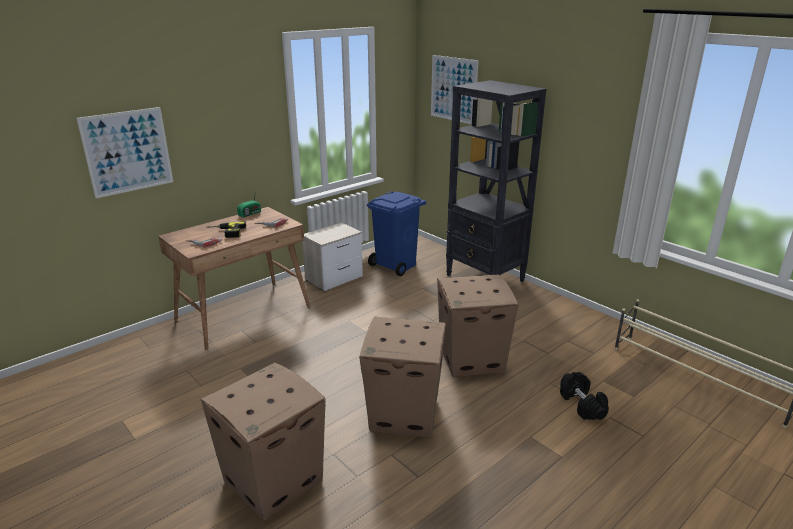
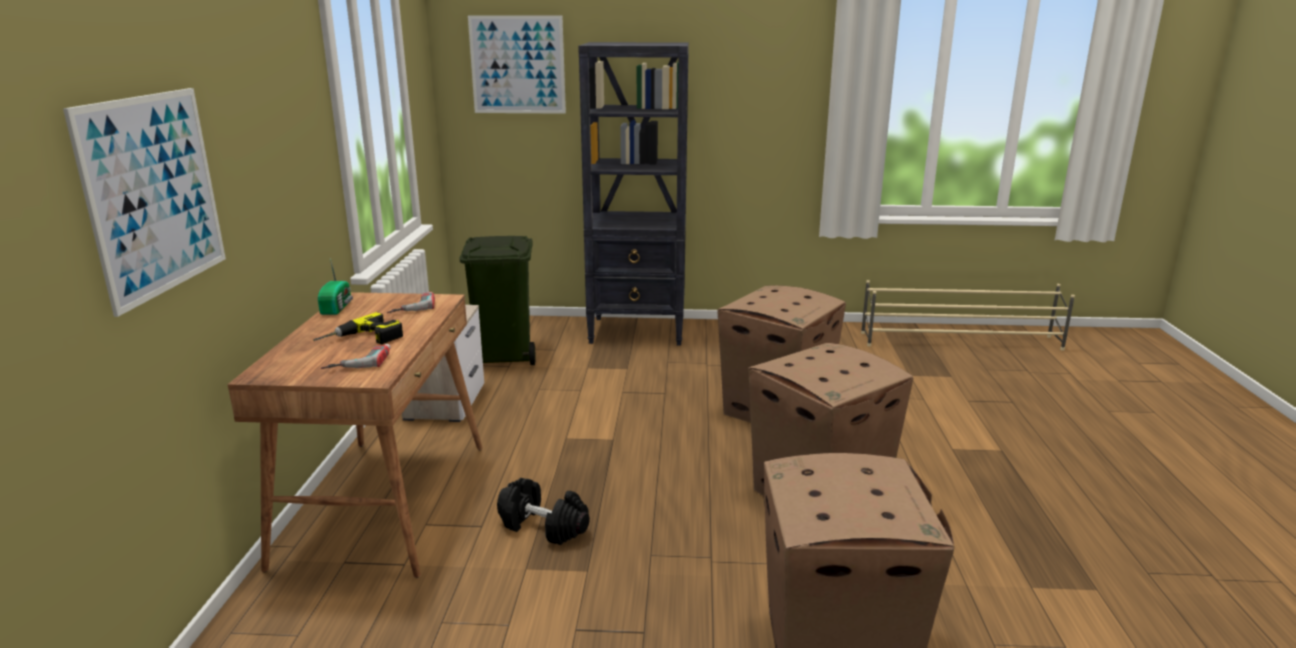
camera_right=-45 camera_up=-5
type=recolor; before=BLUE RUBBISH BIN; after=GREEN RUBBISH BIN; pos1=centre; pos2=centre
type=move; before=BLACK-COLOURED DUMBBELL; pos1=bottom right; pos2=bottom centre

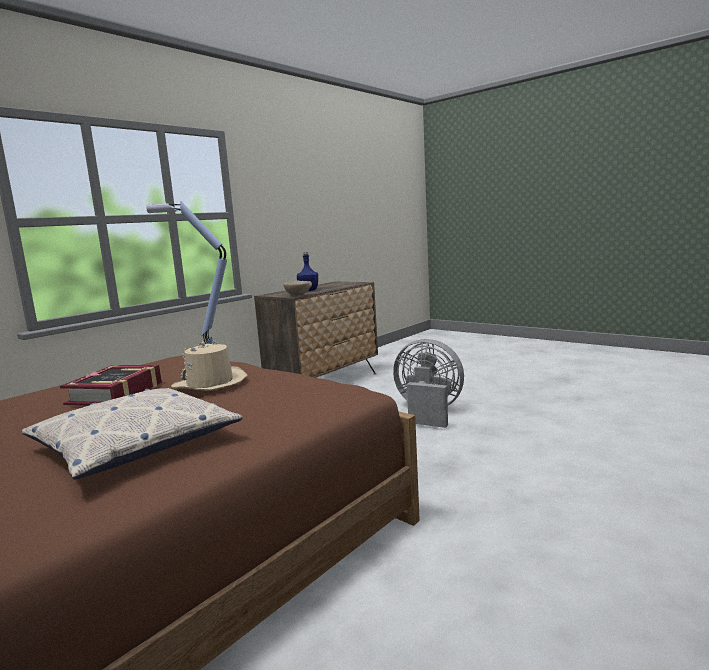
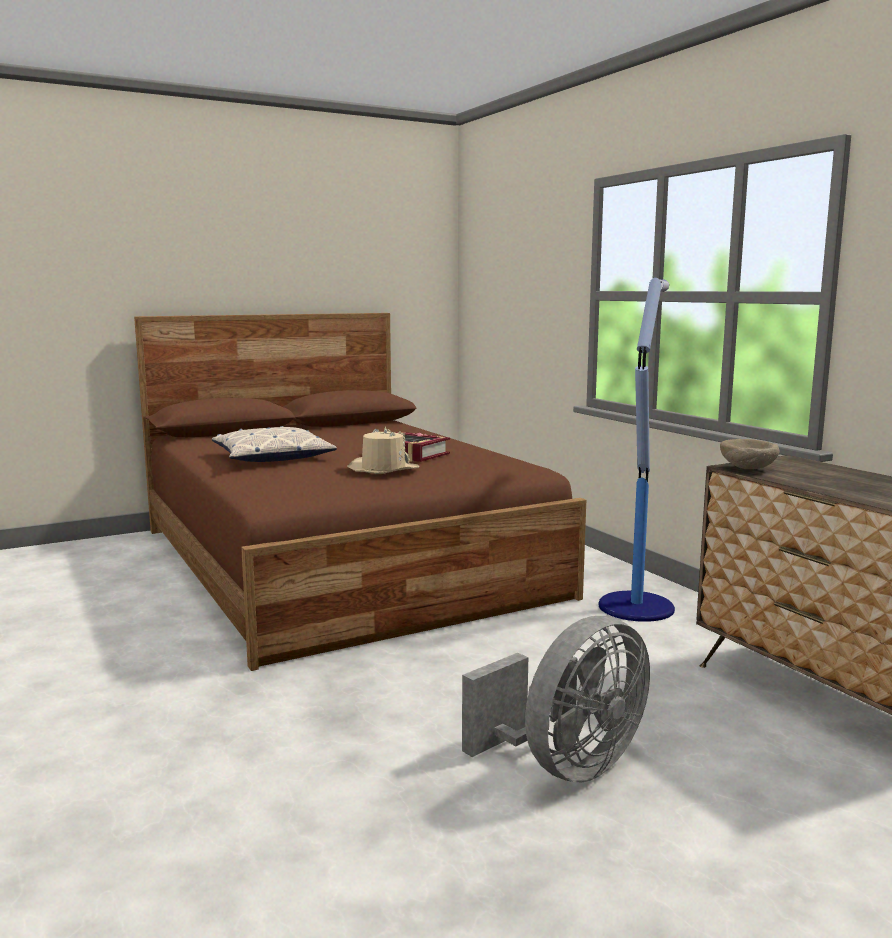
camera_right=110 camera_up=0
type=delete; before=BLUE BOTTLE; pos1=centre

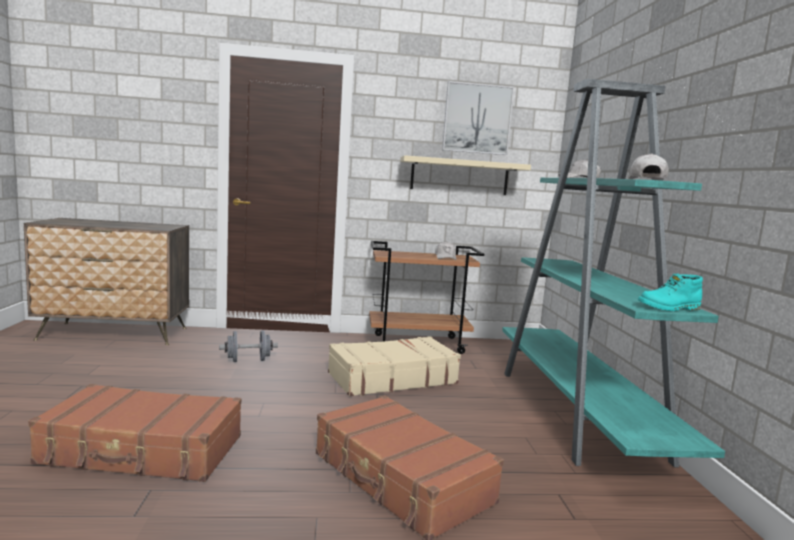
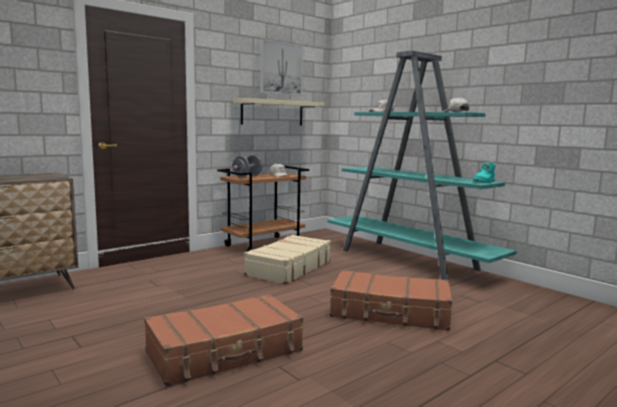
camera_right=-35 camera_up=0
type=move; before=GRAY DUMBBELL; pos1=middle left; pos2=centre

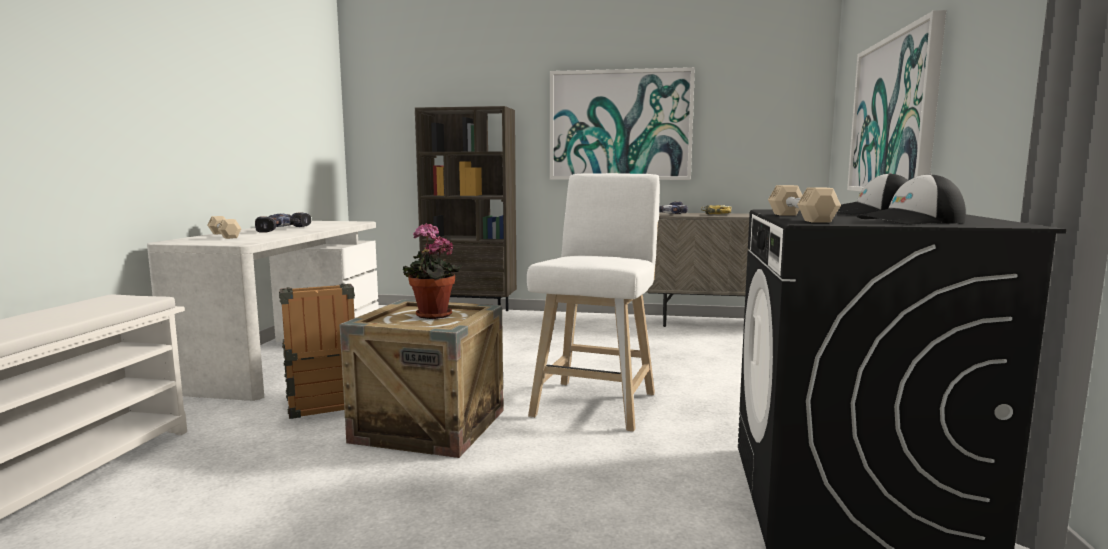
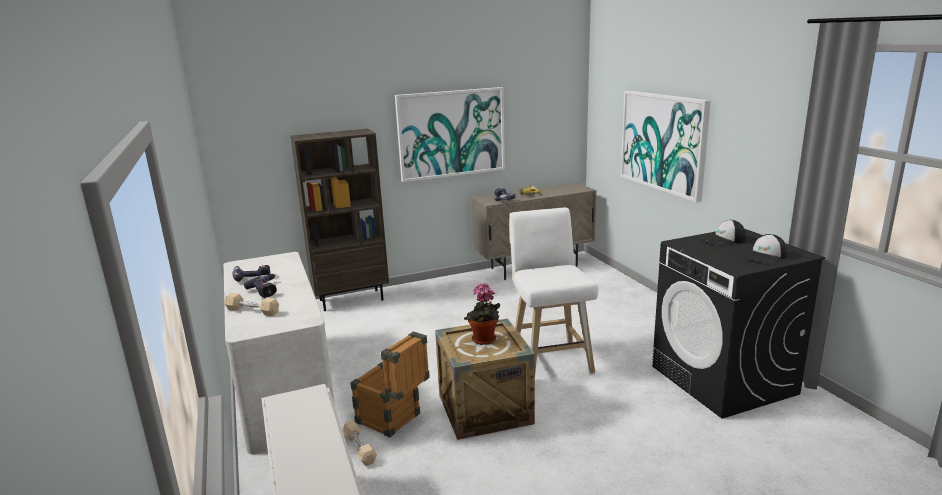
camera_right=-30 camera_up=10
type=move; before=BEIGE DUMBBELL (2nd from left); pos1=middle right; pos2=bottom centre

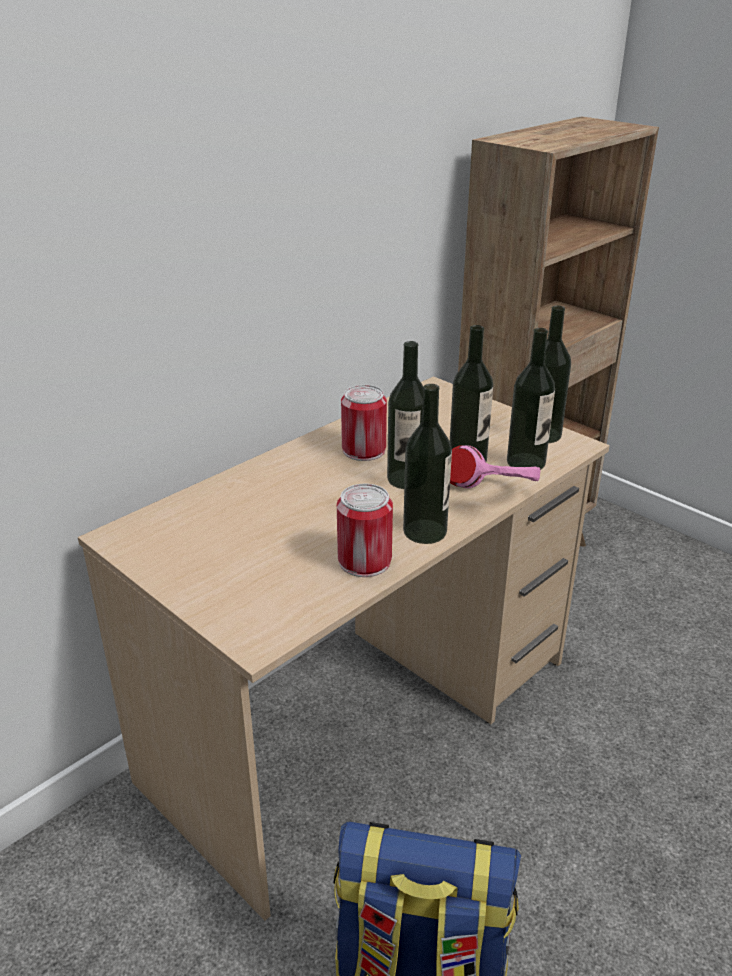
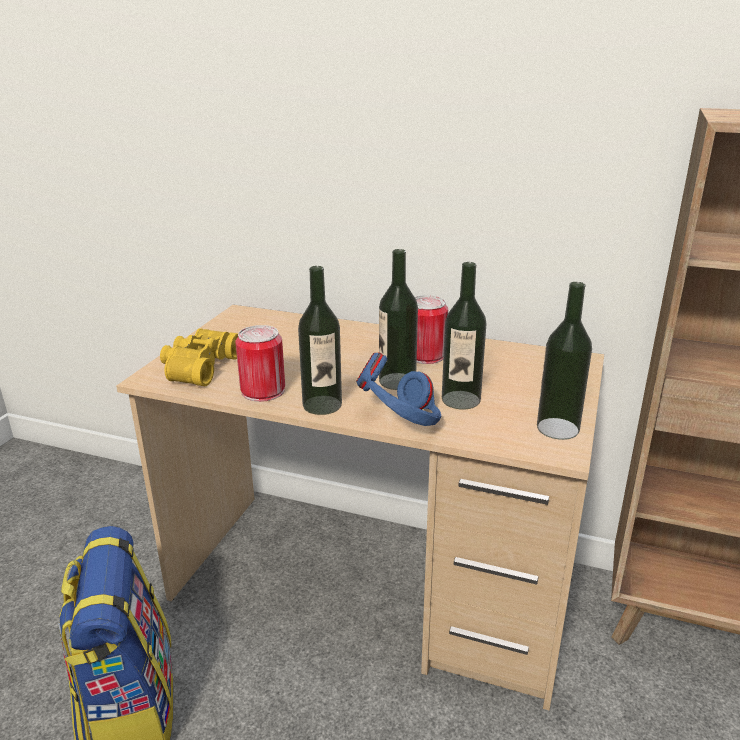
camera_right=65 camera_up=-5
type=recolor; before=PINK HEADPHONES; after=BLUE HEADPHONES; pos1=middle right; pos2=centre
type=delete; before=BOTTLE (4th from left); pos1=middle right
type=insert; after=YELLOWISH BINOCULARS; pos2=middle left

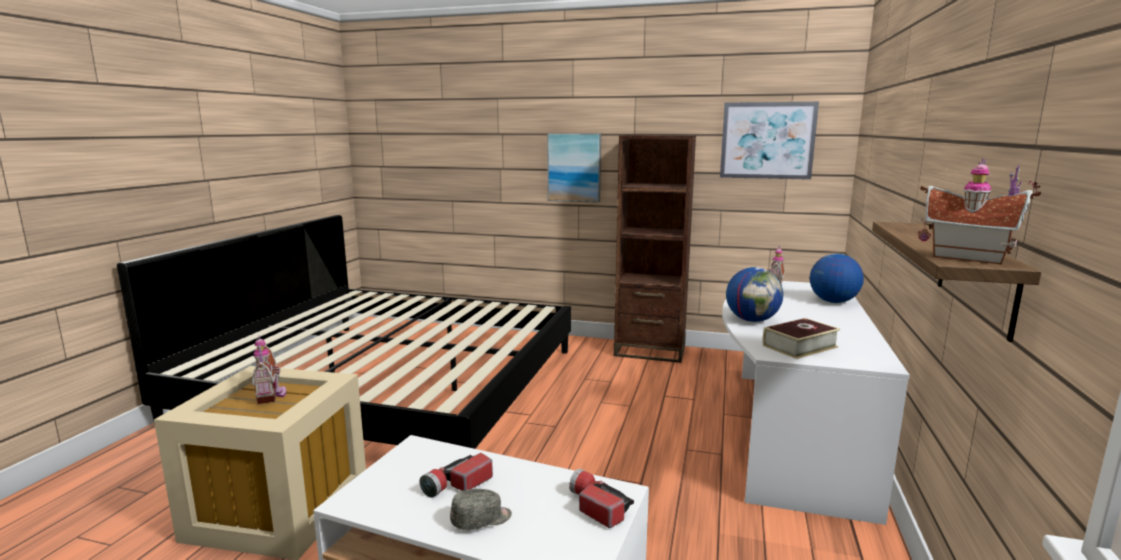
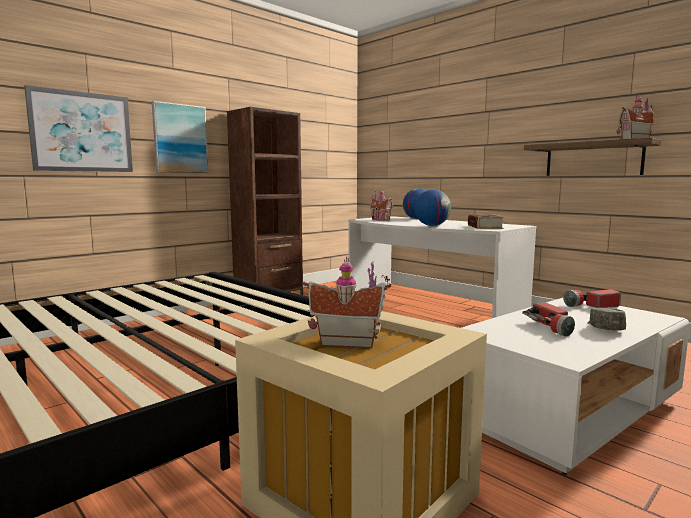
camera_right=-60 camera_up=-5
type=move; before=WALL PICTURE (2nd from left in the first image); after=WALL PICTURE (1st from left); pos1=top right; pos2=top left

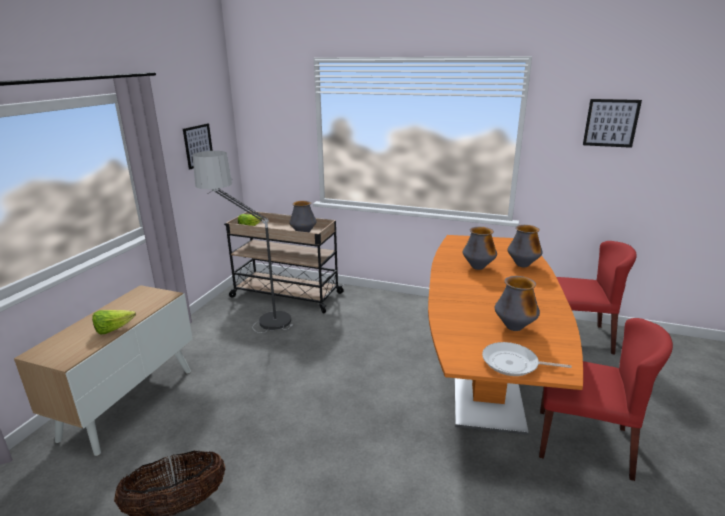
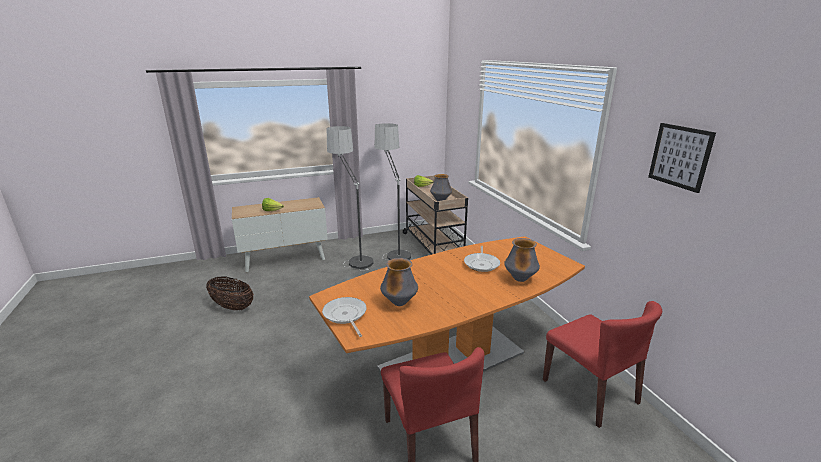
camera_right=50 camera_up=0
type=delete; before=WALL PICTURE (1st from left); pos1=top left
type=replace; before=VASE (2nd from left); after=SKILLET (2nd from left); pos1=centre; pos2=centre
type=insert; after=STANDING LAMP (1st from left); pos2=centre

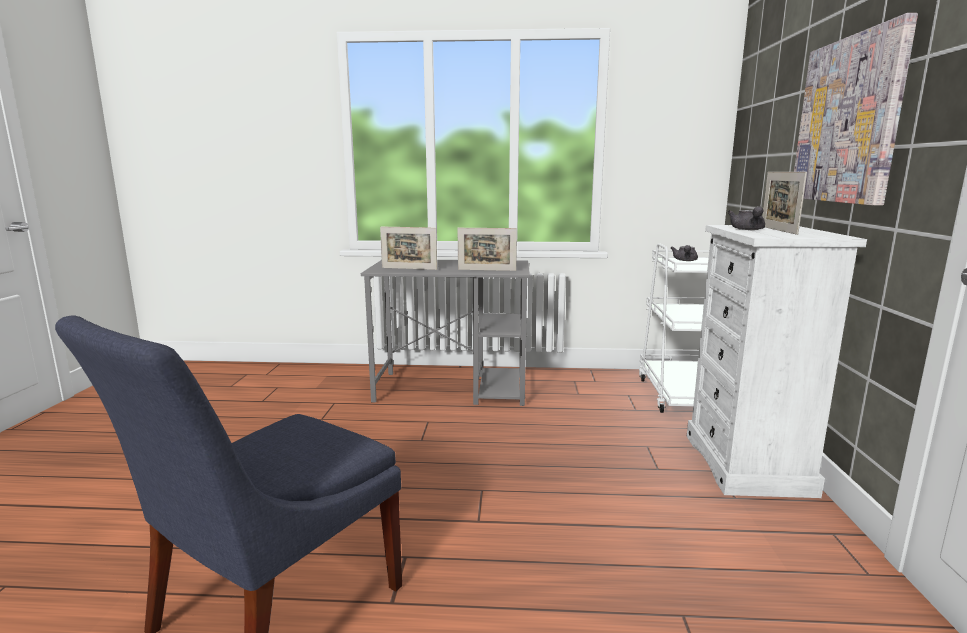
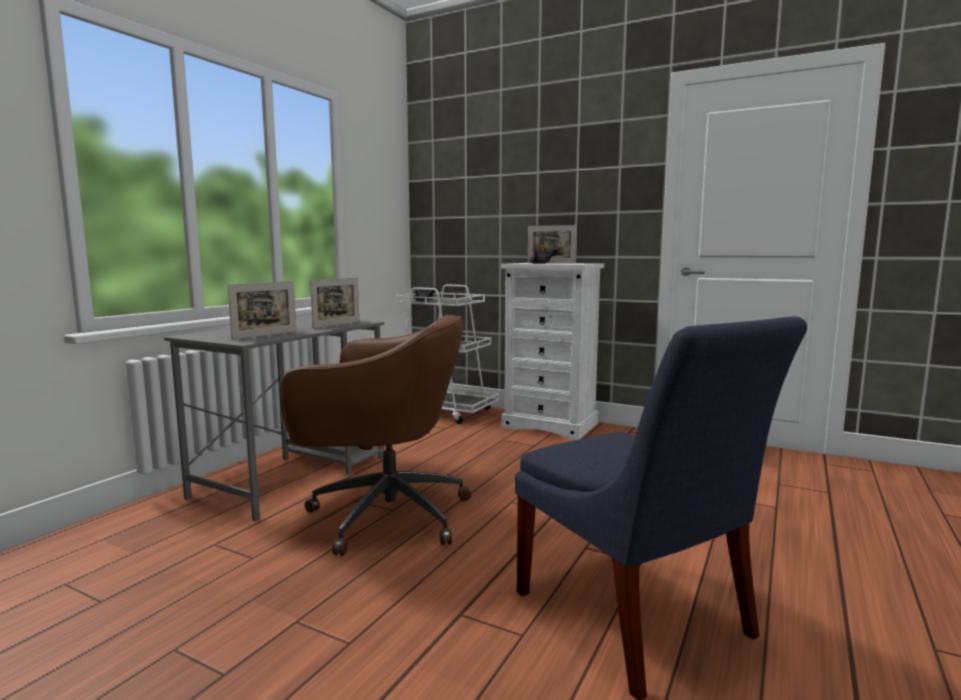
camera_right=-65 camera_up=-5
type=delete; before=WALL PICTURE; pos1=top right
type=insert; after=BROWNISH COMPUTER CHAIR; pos2=centre

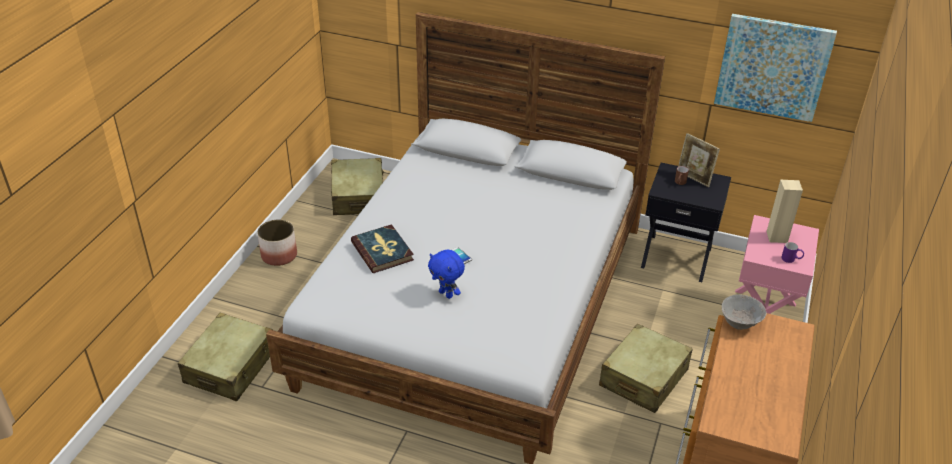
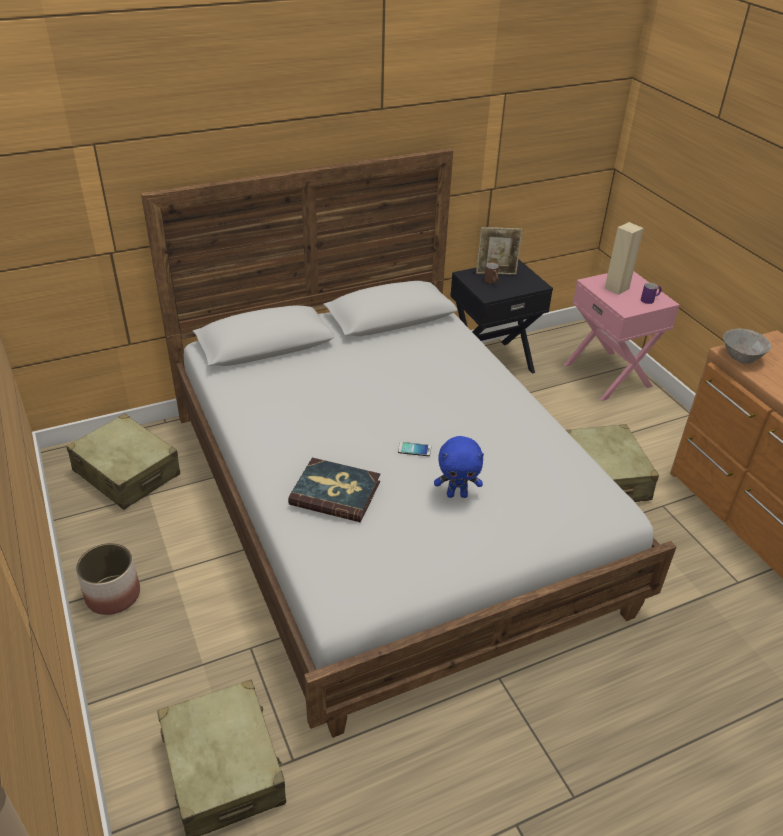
camera_right=-45 camera_up=0
type=delete; before=WALL PICTURE; pos1=top right

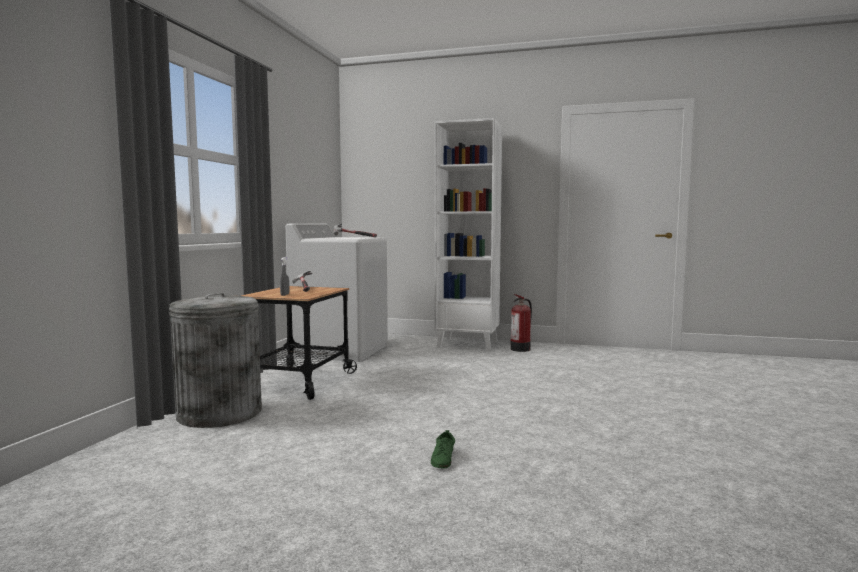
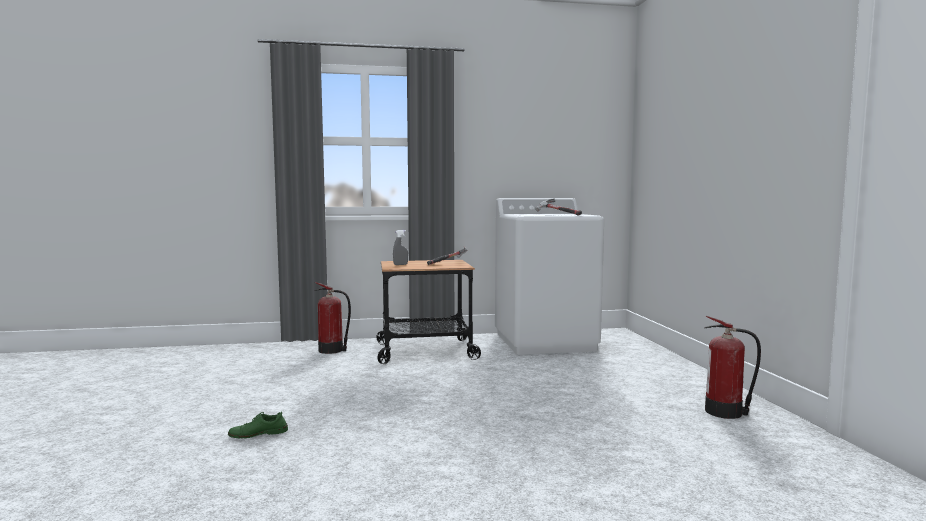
camera_right=65 camera_up=0
type=replace; before=GRAY RUBBISH BIN; after=FIRE-FIGHTING CYLINDER (1st from left); pos1=middle left; pos2=centre
type=delete; before=WHITE BOOKCASE; pos1=centre

